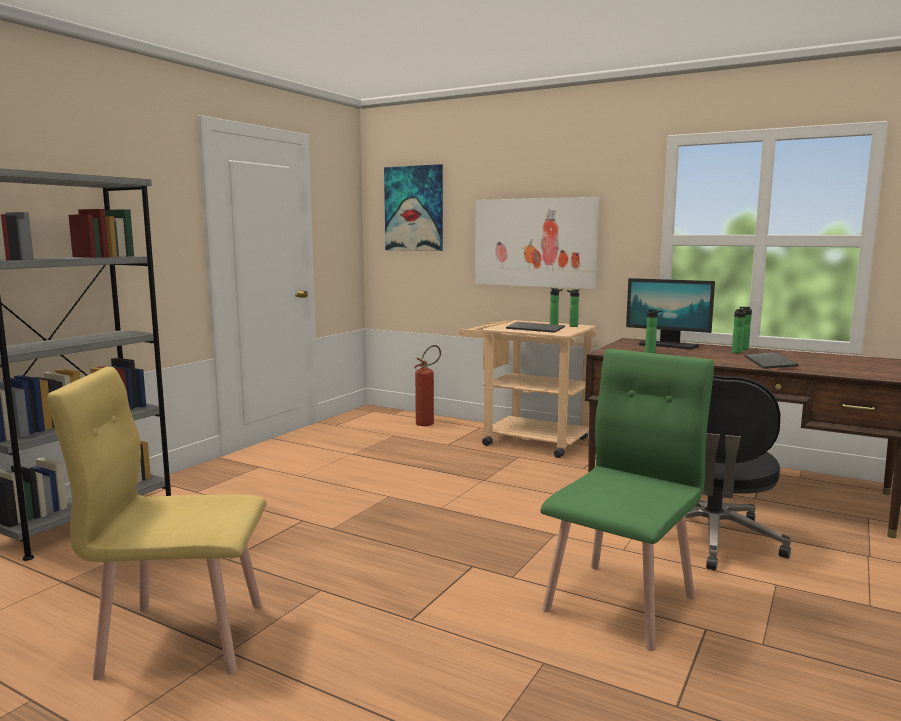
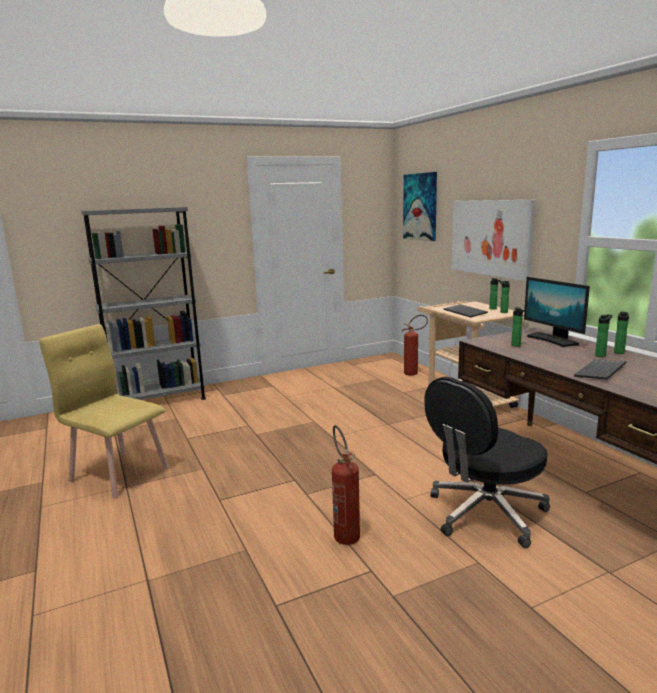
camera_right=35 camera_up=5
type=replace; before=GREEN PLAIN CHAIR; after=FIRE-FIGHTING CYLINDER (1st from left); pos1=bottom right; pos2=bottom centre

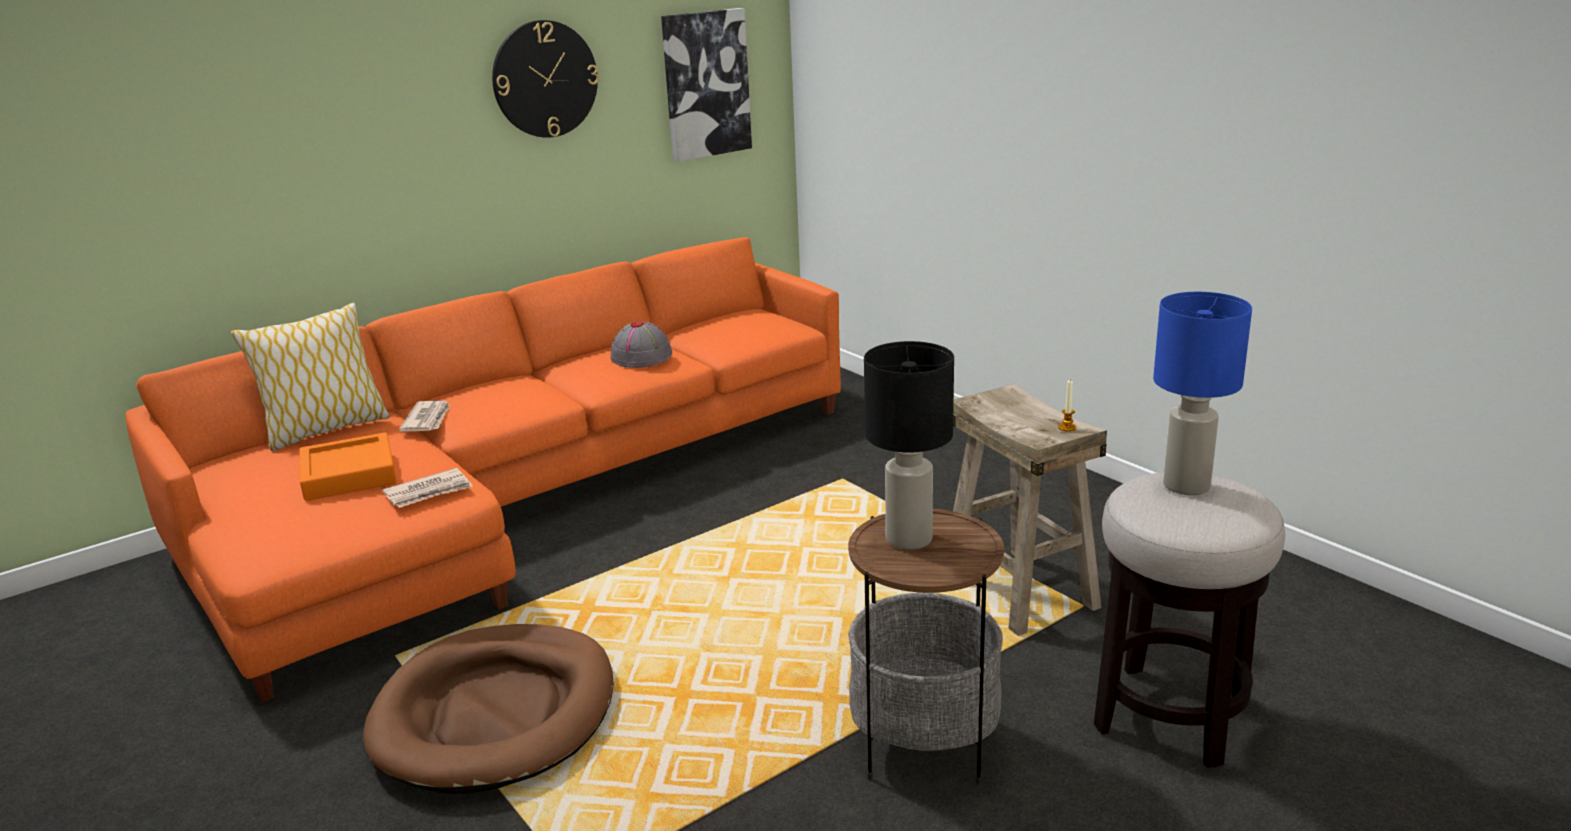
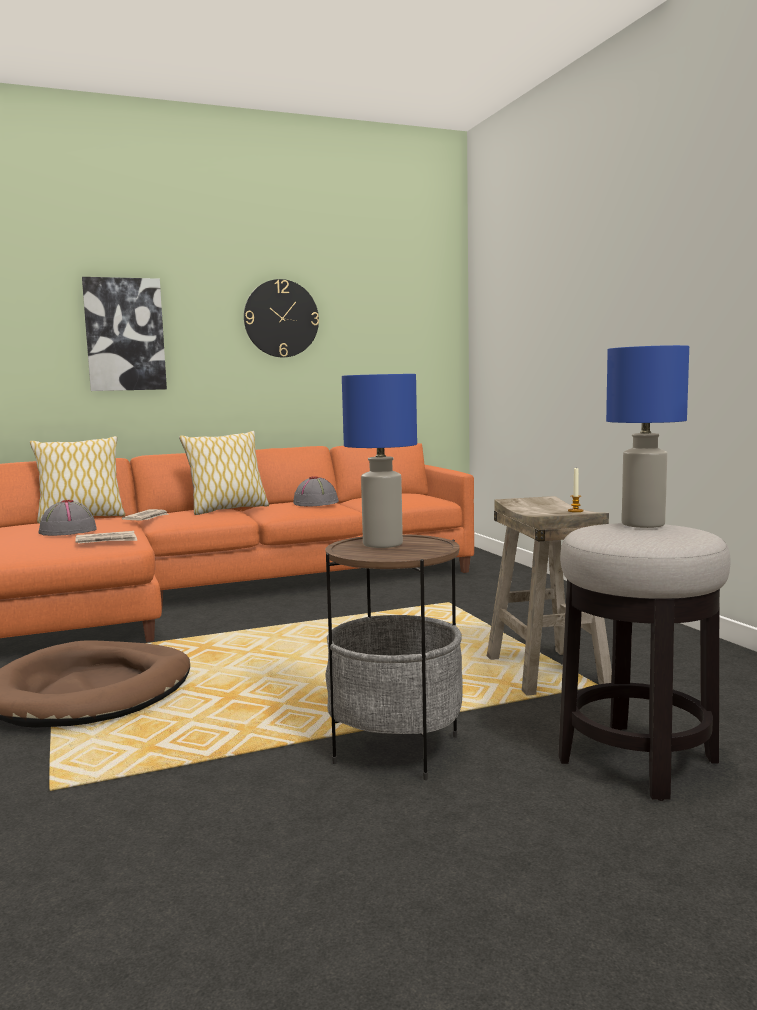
camera_right=15 camera_up=-15
type=replace; before=ORANGE CARRYING TRAY; after=GRAY CLOTHING HAT (1st from left); pos1=middle left; pos2=middle left
type=move; before=WALL PICTURE; pos1=top centre; pos2=top left
type=recolor; before=BLACK-COLOURED TABLE LAMP; after=BLUE TABLE LAMP (1st from left); pos1=centre; pos2=centre
type=insert; after=PILLOW (2nd from left); pos2=middle left

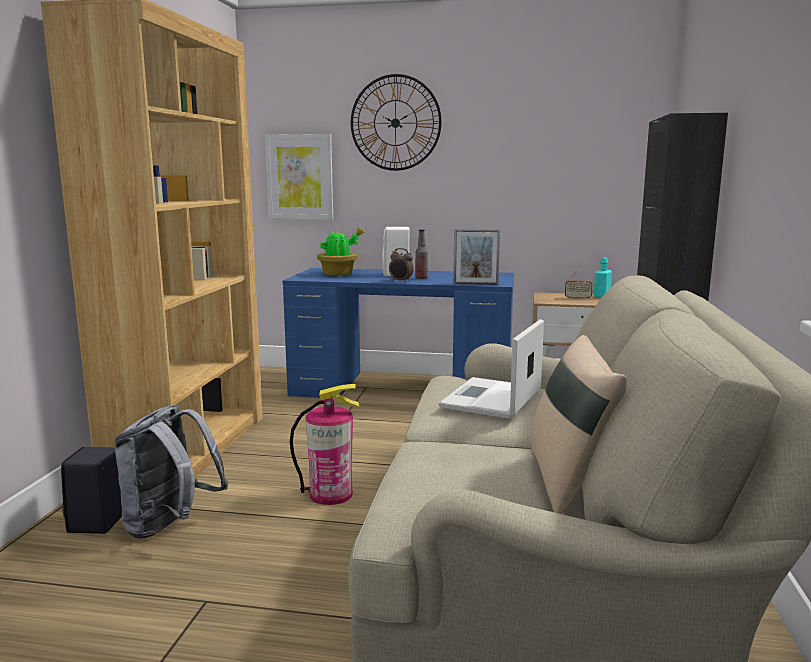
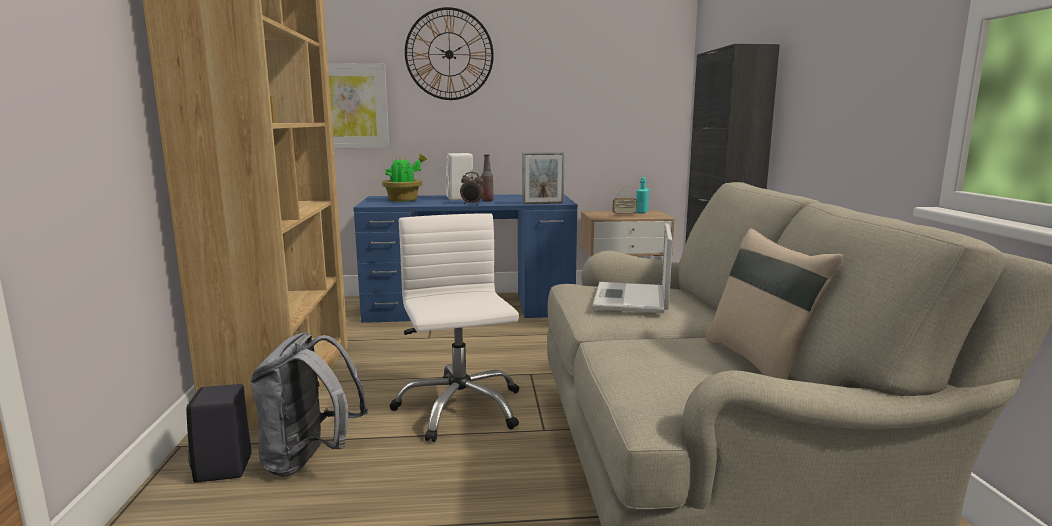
camera_right=-15 camera_up=0
type=replace; before=FIRE-FIGHTING CYLINDER; after=WHITE COMPUTER CHAIR; pos1=bottom centre; pos2=centre

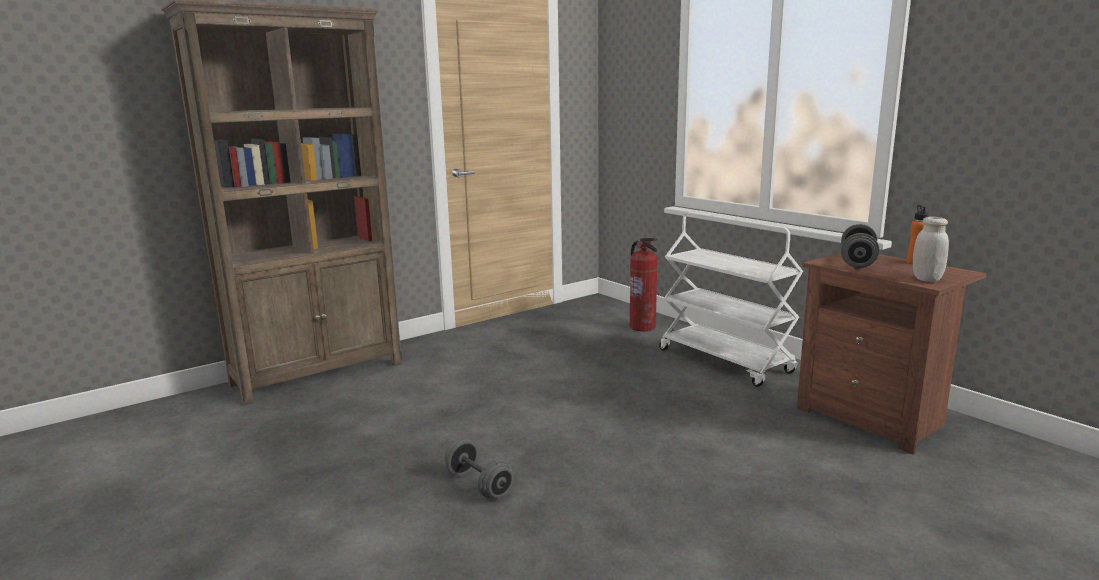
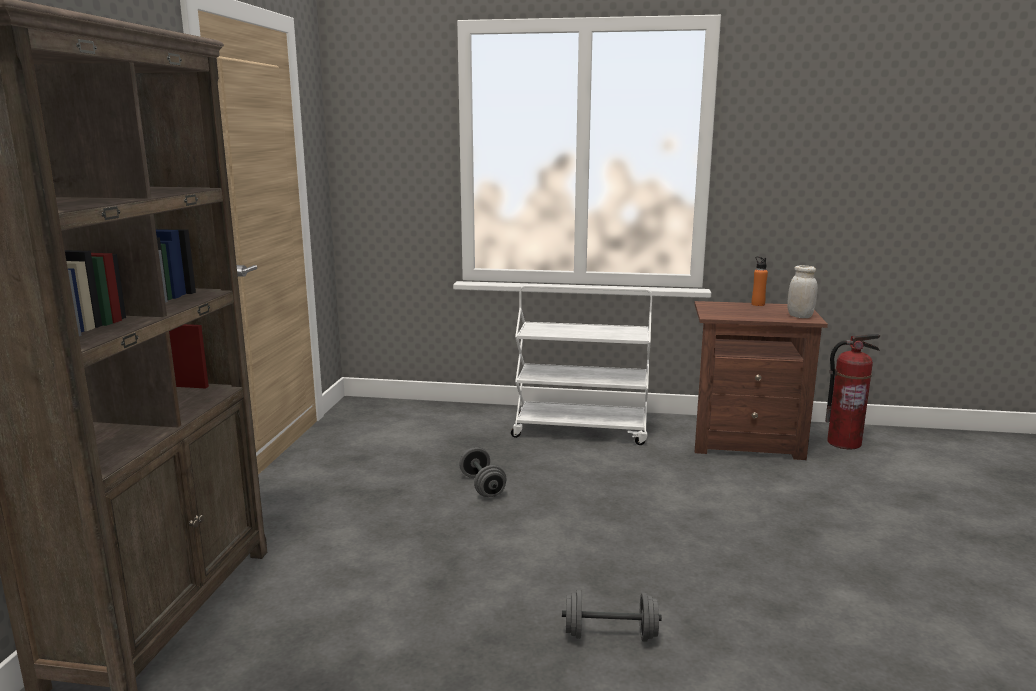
camera_right=-45 camera_up=0
type=move; before=FIRE-FIGHTING CYLINDER; pos1=centre; pos2=middle right
type=move; before=GRAY DUMBBELL (2nd from left in the first image); after=GRAY DUMBBELL (1st from left); pos1=middle right; pos2=bottom centre

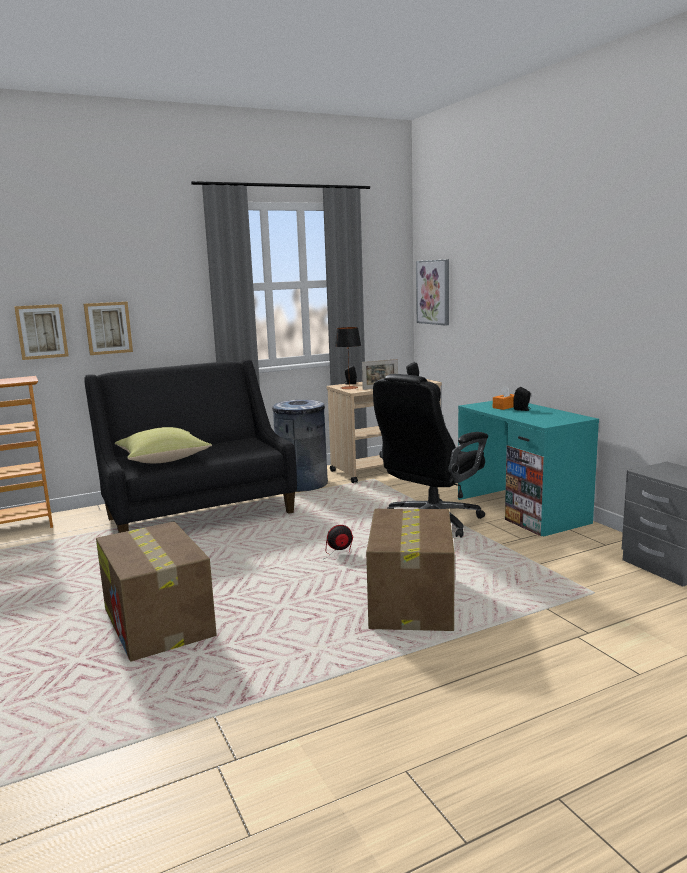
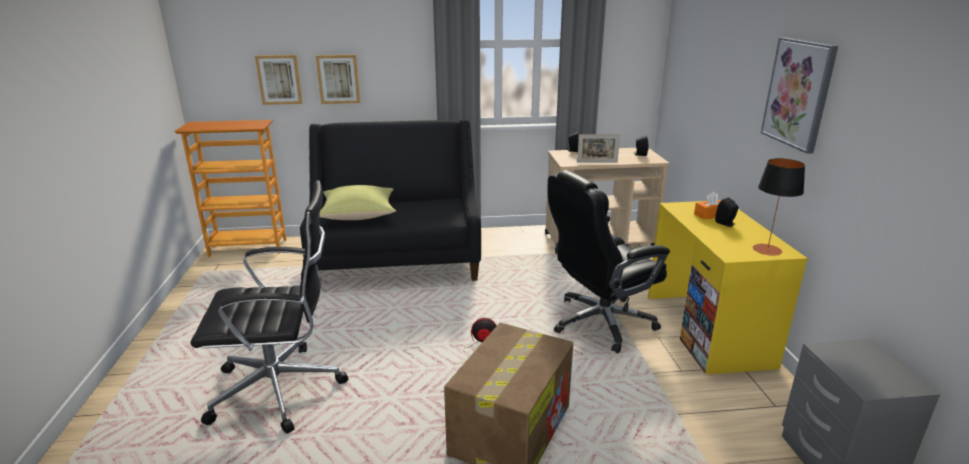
camera_right=20 camera_up=10
type=replace; before=PACKING BOX (1st from left); after=BLACK-COLOURED COMPUTER CHAIR (1st from left); pos1=bottom left; pos2=middle left
type=delete; before=GRAY RUBBISH BIN; pos1=centre
type=move; before=TABLE LAMP; pos1=centre; pos2=middle right
type=move; before=WALL PICTURE (3rd from left); pos1=centre; pos2=top right
type=recolor; before=BLUE-GREEN DESK; after=YELLOWISH DESK; pos1=middle right; pos2=middle right

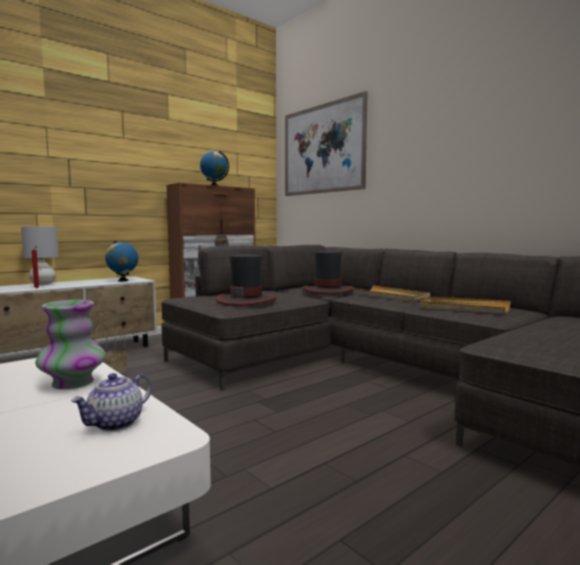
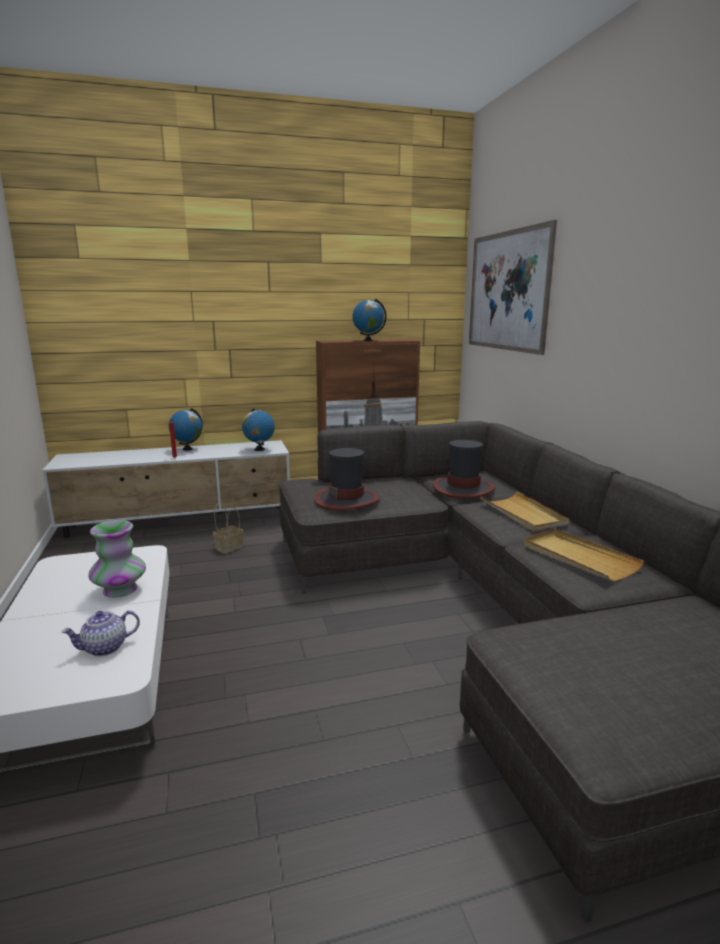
camera_right=25 camera_up=10
type=replace; before=GRAY TABLE LAMP; after=WORLD GLOBE (1st from left); pos1=middle left; pos2=middle left

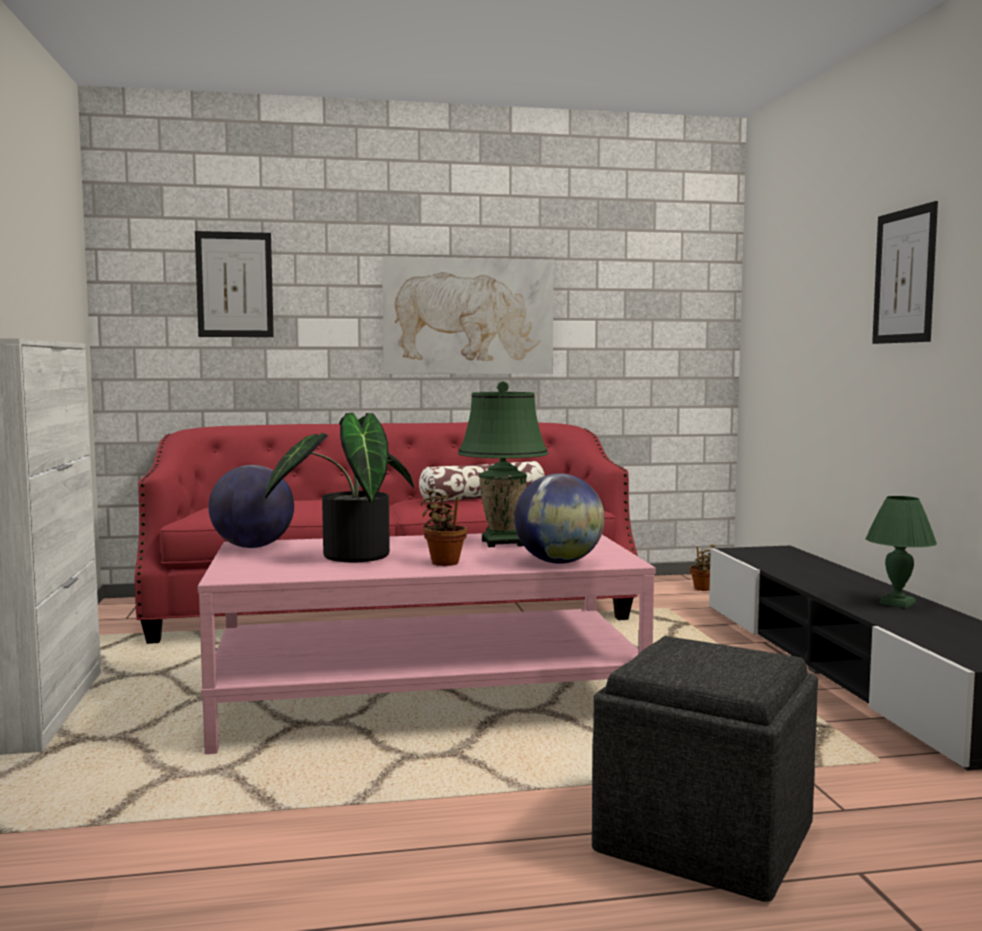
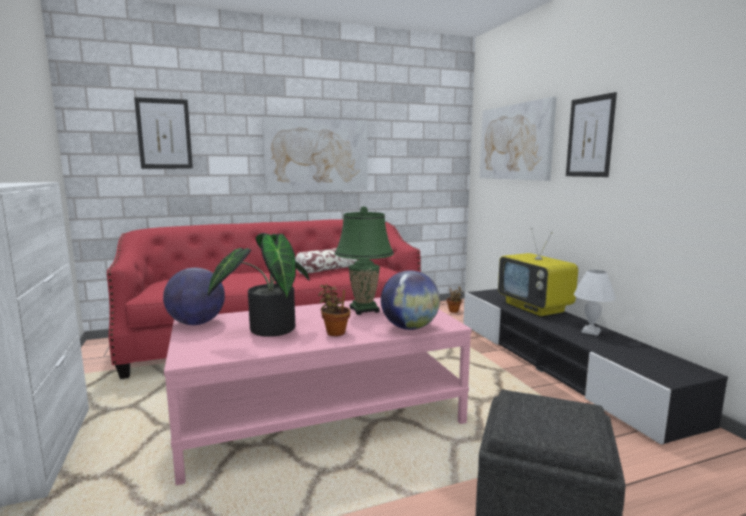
camera_right=-10 camera_up=5
type=recolor; before=GREEN TABLE LAMP (2nd from left); after=WHITE TABLE LAMP; pos1=middle right; pos2=middle right
type=insert; after=WALL PICTURE (3rd from left); pos2=top right
type=insert; after=TELEVISION; pos2=middle right

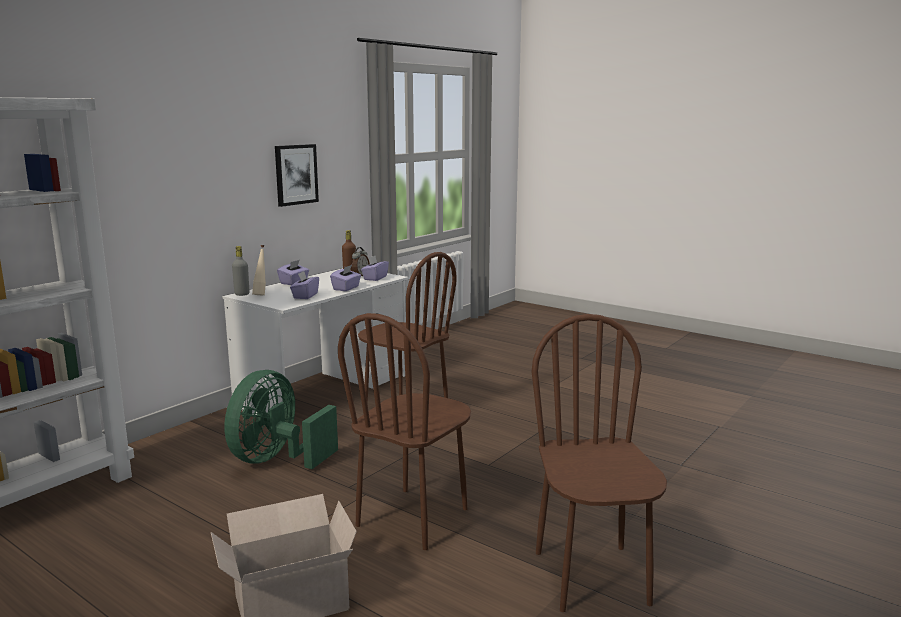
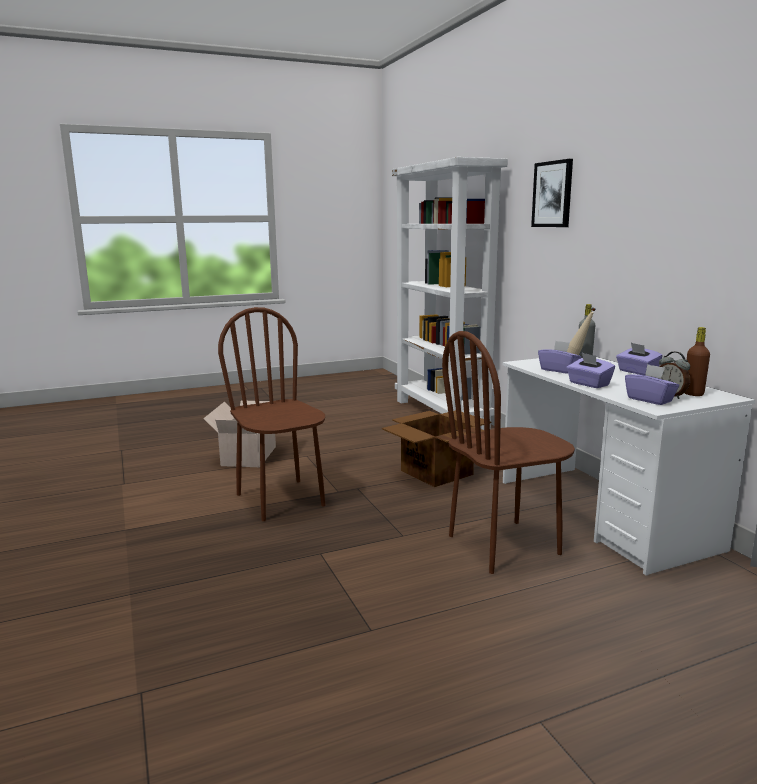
camera_right=120 camera_up=0
type=replace; before=GREEN COOLING FAN; after=PACKING BOX (2nd from left); pos1=bottom left; pos2=centre
type=move; before=WALL PICTURE; pos1=top left; pos2=top right
type=delete; before=BROWNISH PLAIN CHAIR (3rd from left); pos1=bottom centre

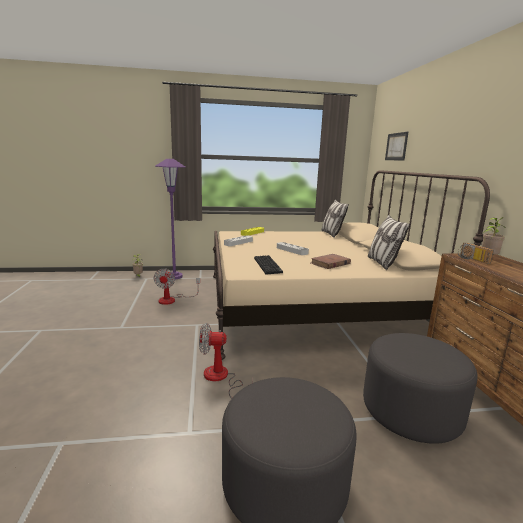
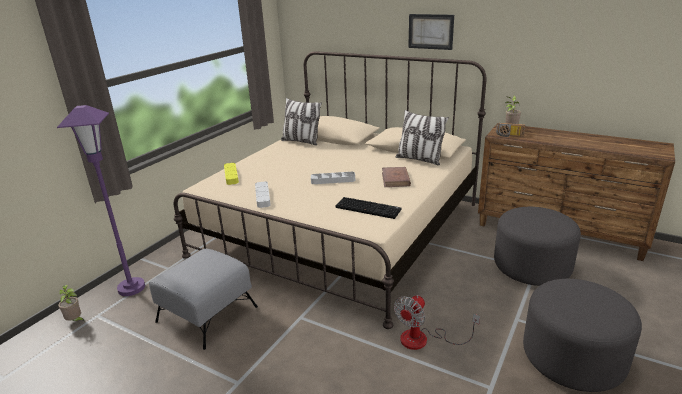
camera_right=-50 camera_up=10
type=replace; before=COOLING FAN (1st from left); after=GRAY OTTOMAN (1st from left); pos1=centre; pos2=bottom left
type=move; before=WALL PICTURE; pos1=top right; pos2=top centre

